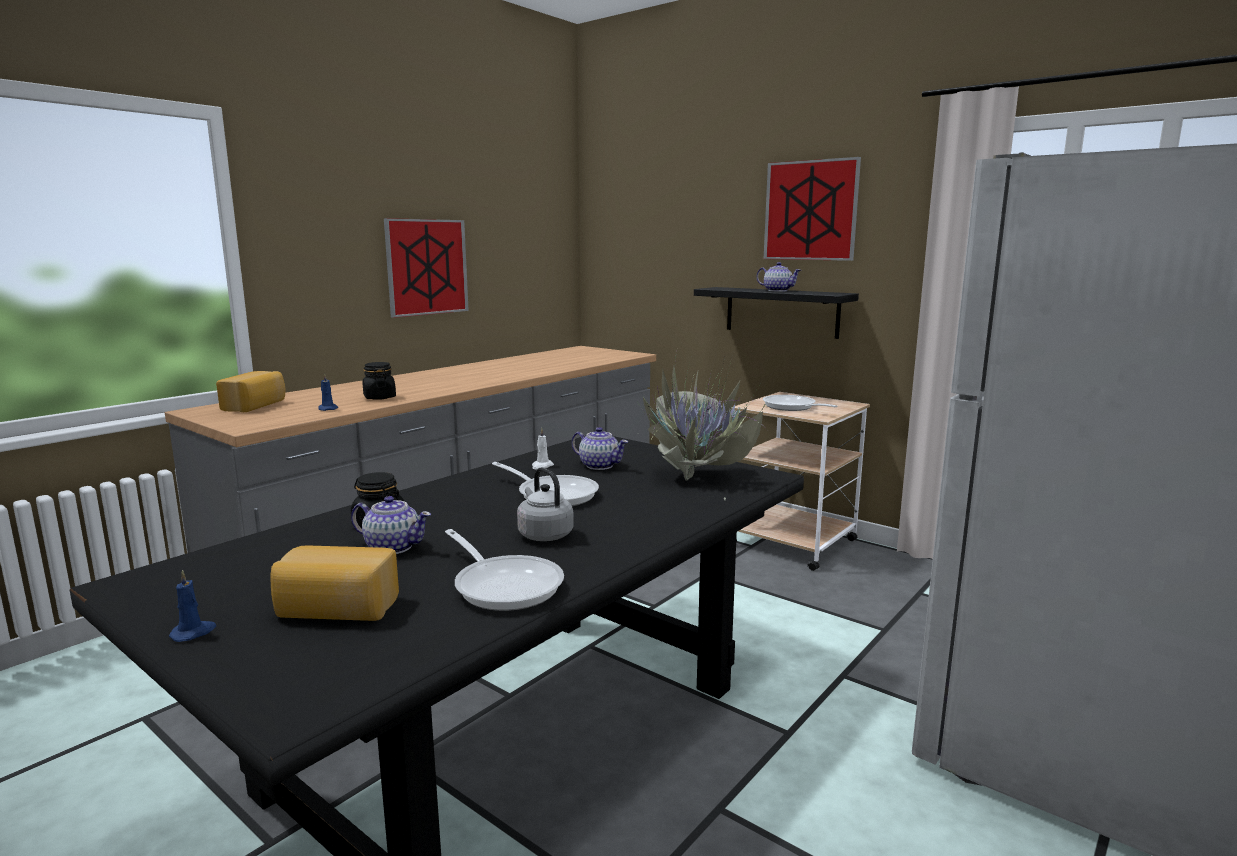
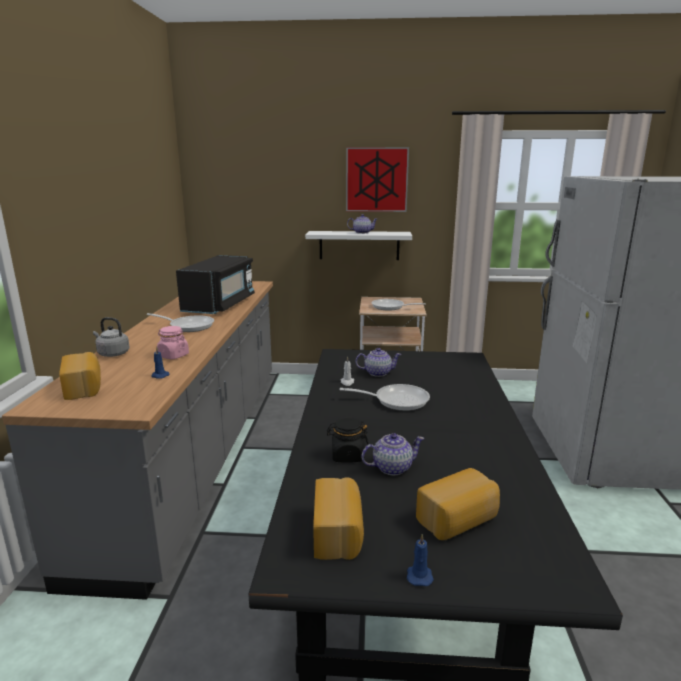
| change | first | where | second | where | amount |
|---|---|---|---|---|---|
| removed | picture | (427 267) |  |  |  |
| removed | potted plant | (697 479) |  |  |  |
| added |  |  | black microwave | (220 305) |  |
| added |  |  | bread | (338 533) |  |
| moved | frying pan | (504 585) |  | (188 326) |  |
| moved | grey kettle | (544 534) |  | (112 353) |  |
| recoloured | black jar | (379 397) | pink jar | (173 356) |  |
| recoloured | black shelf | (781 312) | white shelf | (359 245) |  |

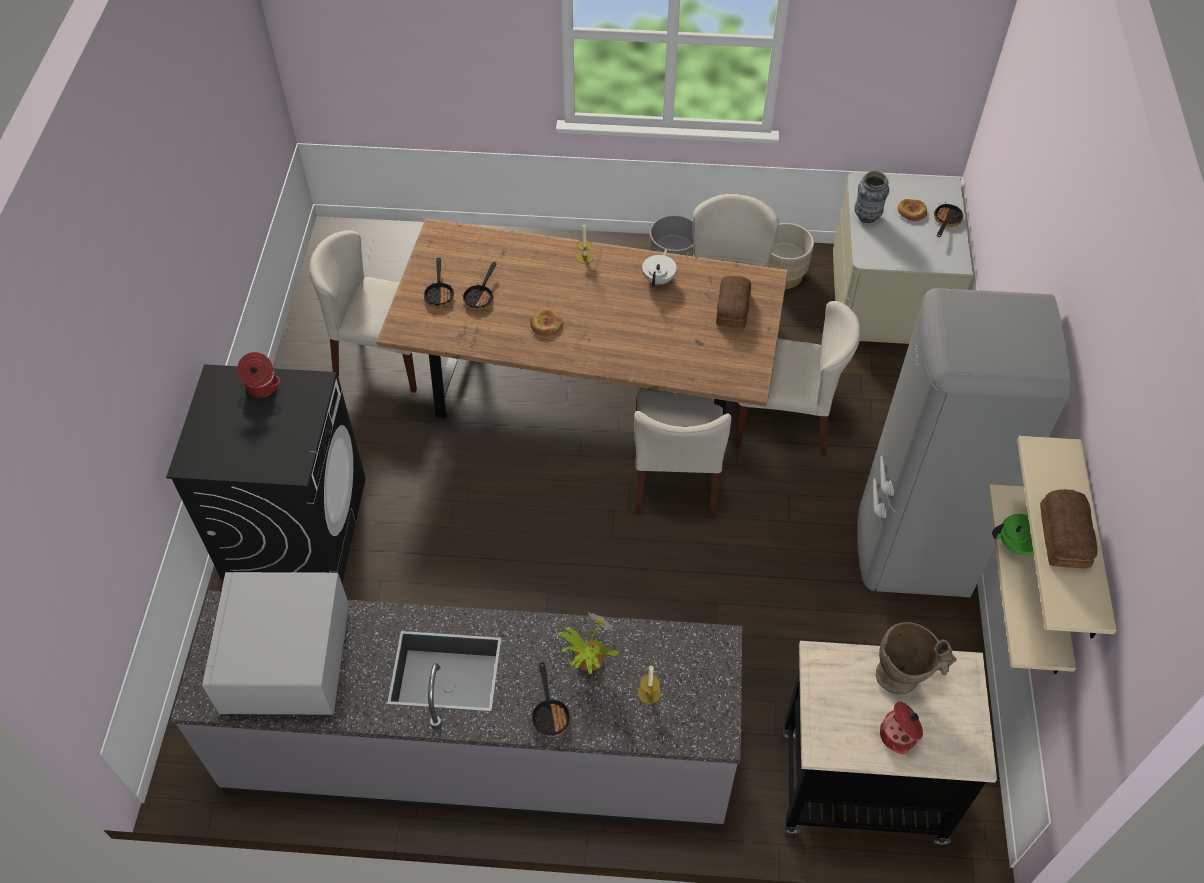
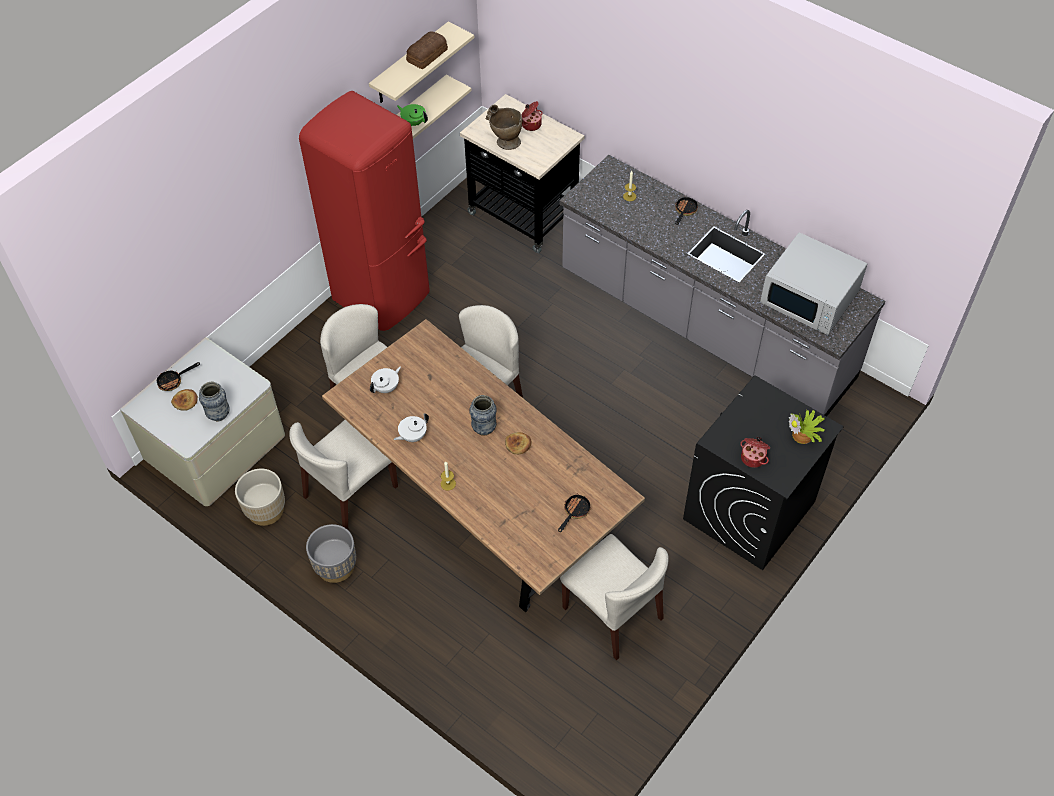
| change | first | where | second | where | amount |
|---|---|---|---|---|---|
| removed | frying pan | (481 296) |  |  |  |
| added |  |  | vase | (484 429) |  |
| moved | potted plant | (587 657) |  | (804 435) |  |
| replaced | bread | (731 309) | white teapot | (386 387) |  |
| recoloured | grey fridge | (909 549) | red fridge | (384 296) |  |
| turned | white microwave | (286 660) |  | (810 298) | 90 degrees clockwise |

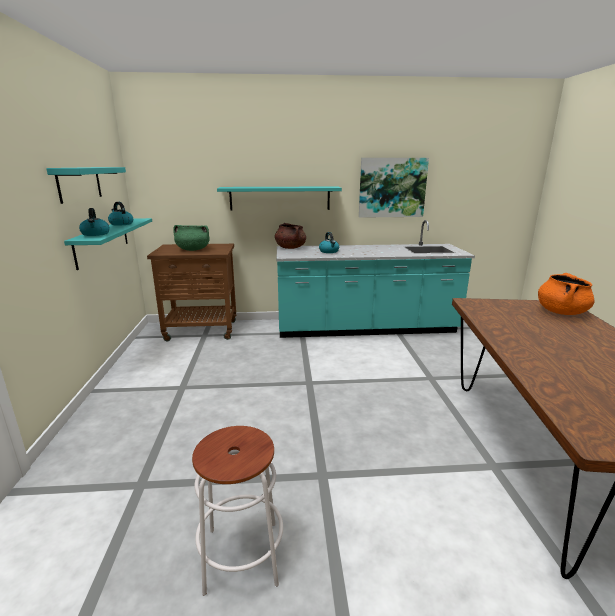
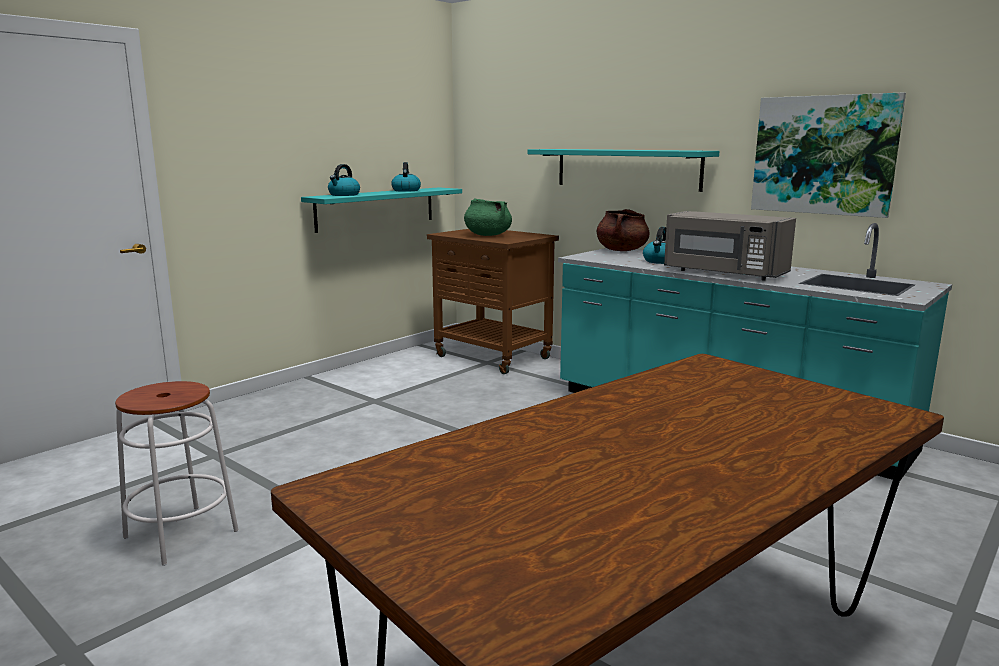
| change | first | where | second | where | amount |
|---|---|---|---|---|---|
| removed | turquoise shelf | (79 183) |  |  |  |
| removed | orange cooking pot | (561 312) |  |  |  |
| added |  |  | grey microwave | (723 273) |  |

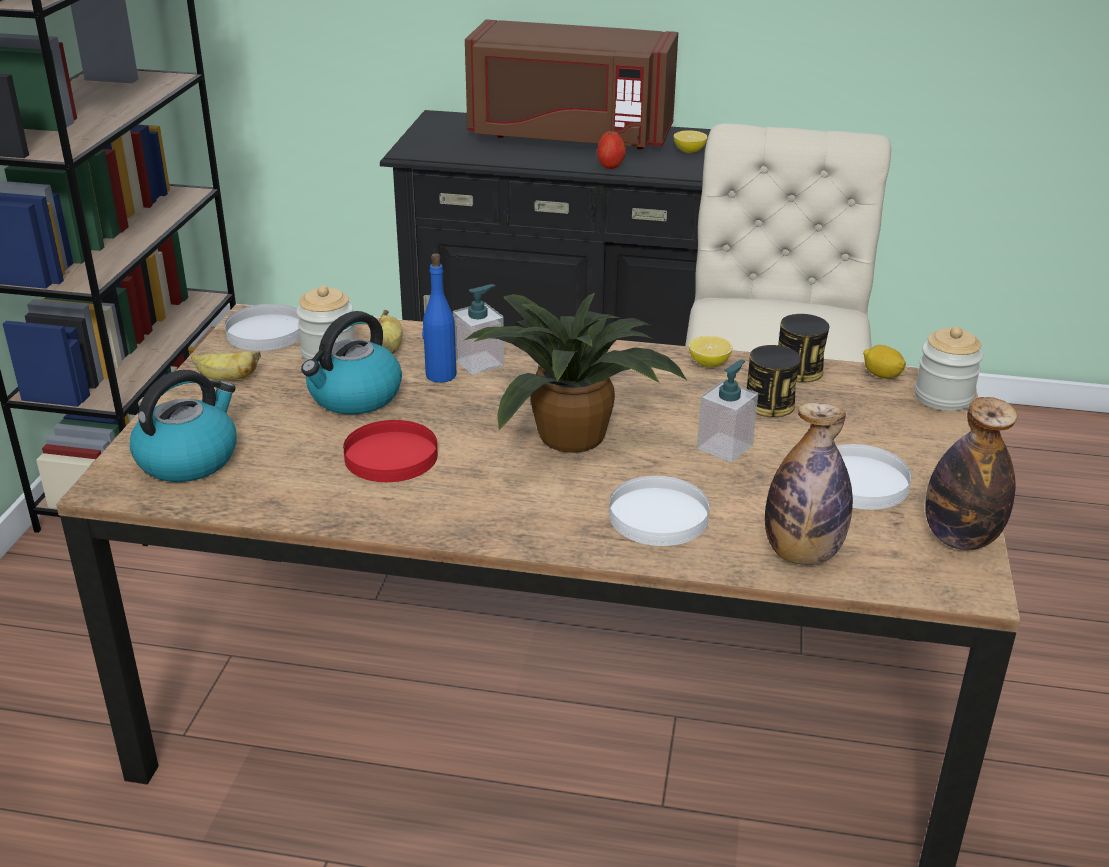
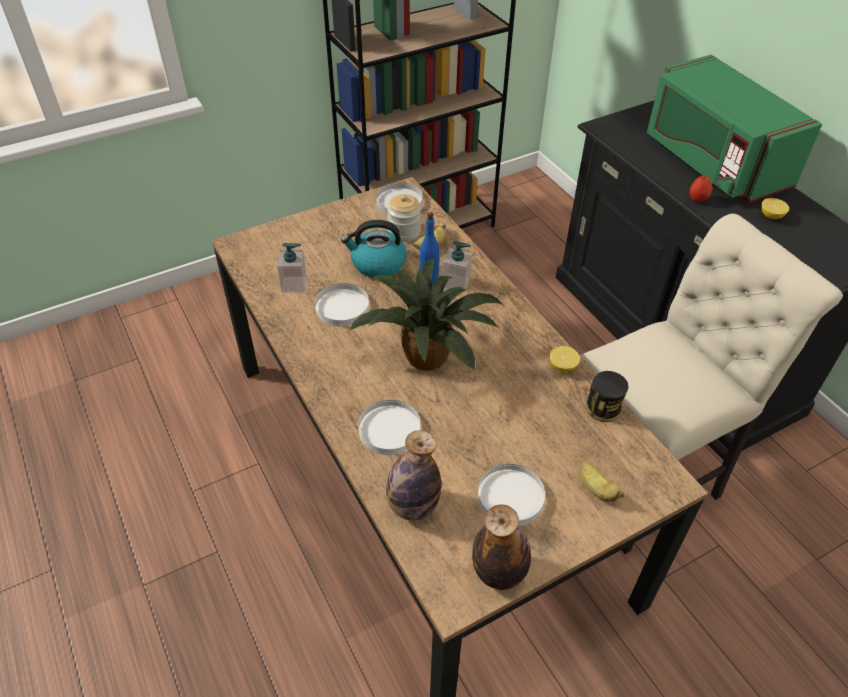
| change | first | where | second | where | amount |
|---|---|---|---|---|---|
| removed | kettle | (189 458) |  |  |  |
| removed | can | (769 404) |  |  |  |
| removed | lemon | (881 375) |  |  |  |
| removed | jar | (943 397) |  |  |  |
| moved | banana | (226 378) |  | (596 489) |  |
| moved | soap dispenser | (725 447) |  | (294 284) |  |
| recoloured | red plate | (392 456) | white plate | (342 307) |  |
| recoloured | brown microwave | (569 136) | green microwave | (713 162) |  |

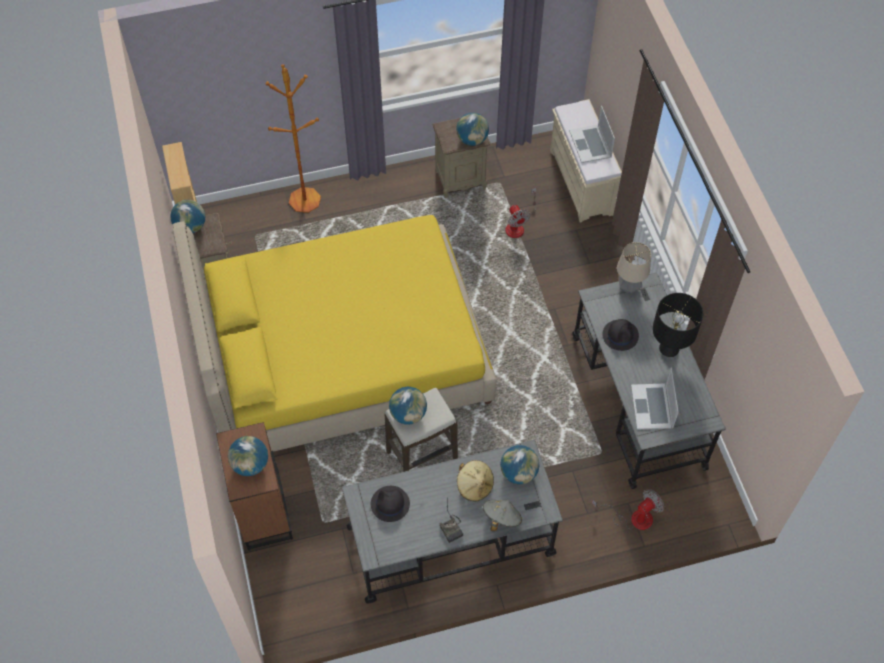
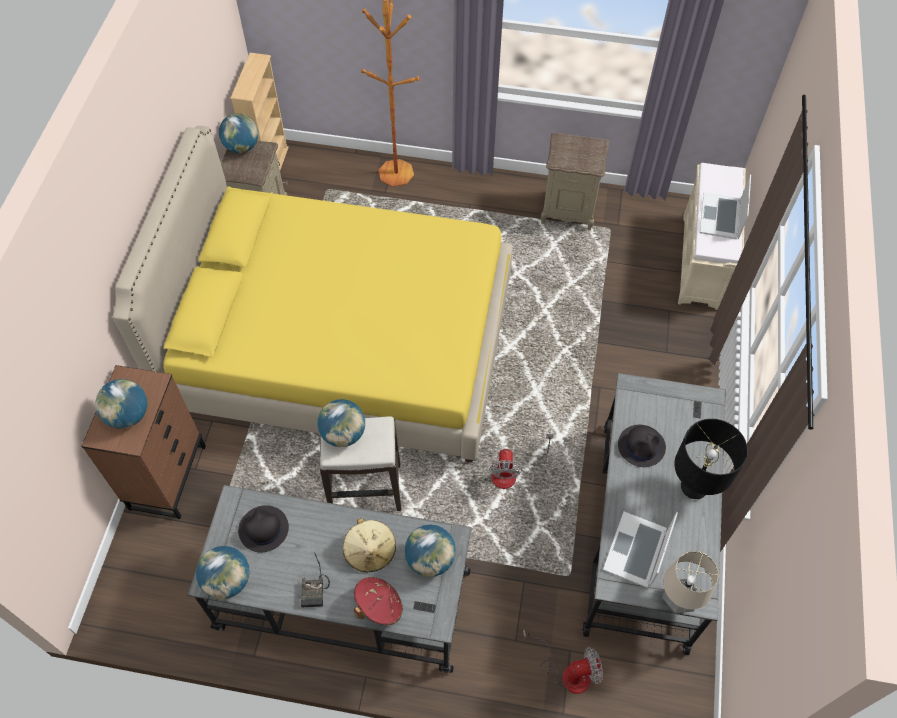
| change | first | where | second | where | amount |
|---|---|---|---|---|---|
| moved | globe | (472 140) |  | (228 581) |  |
| moved | fan | (518 225) |  | (511 472) |  |
| moved | table lamp | (629 287) |  | (678 600) |  |
| recoloured | grey hat | (501 518) | red hat | (379 606) |  |

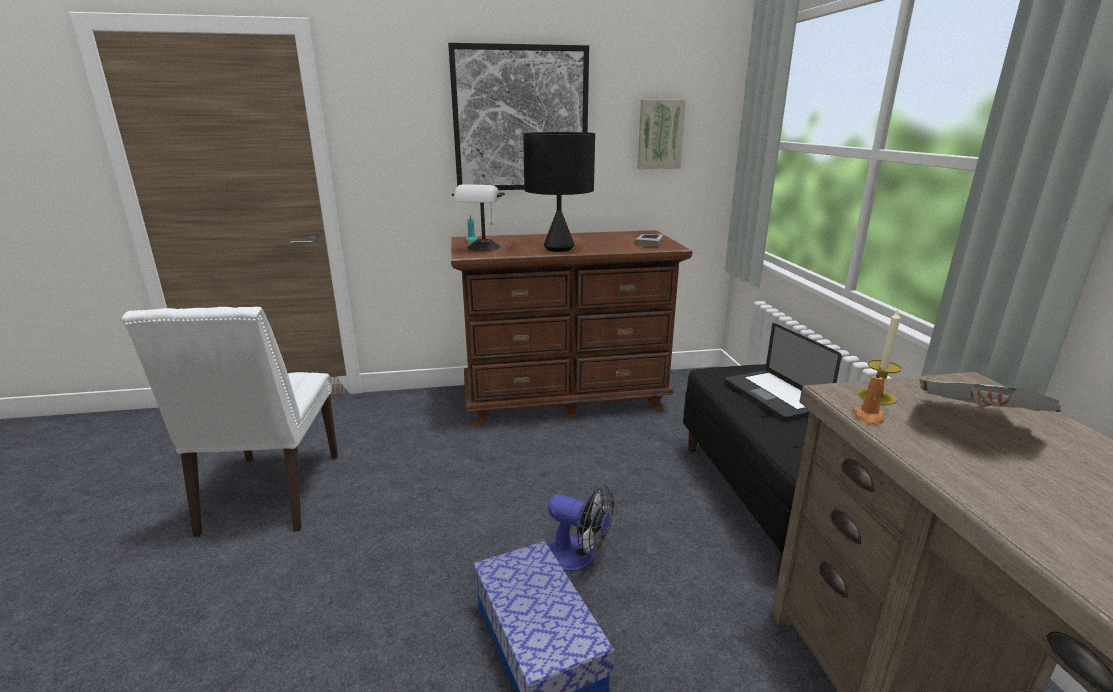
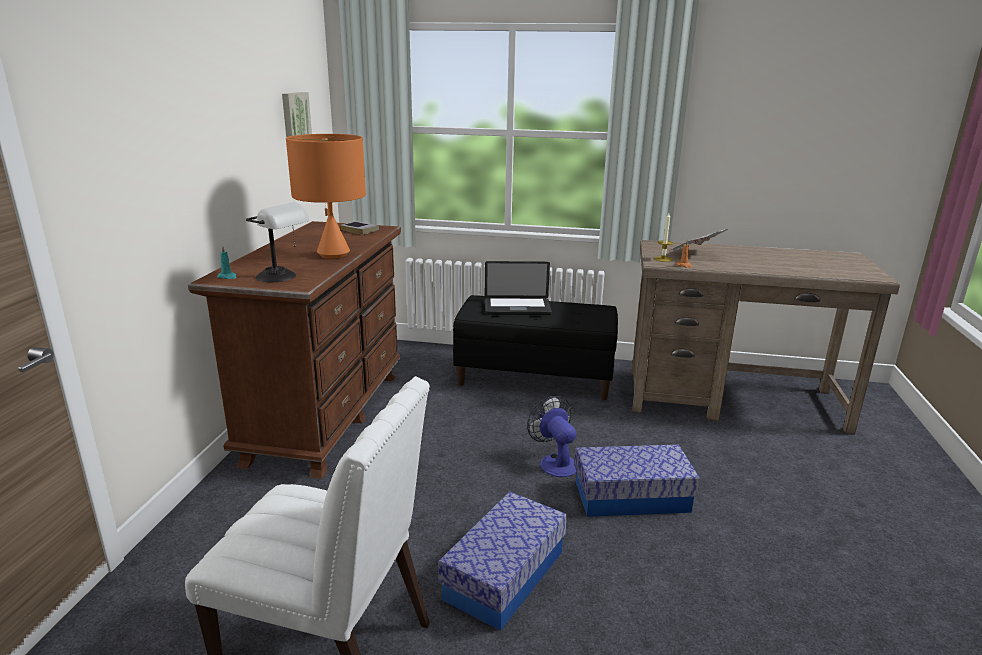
| change | first | where | second | where | amount |
|---|---|---|---|---|---|
| removed | picture | (521 120) |  |  |  |
| added |  |  | storage box | (504 575) |  |
| recoloured | black table lamp | (559 249) | orange table lamp | (334 255) |  |
| turned | fan | (578 557) |  | (555 462) | 75 degrees counterclockwise |

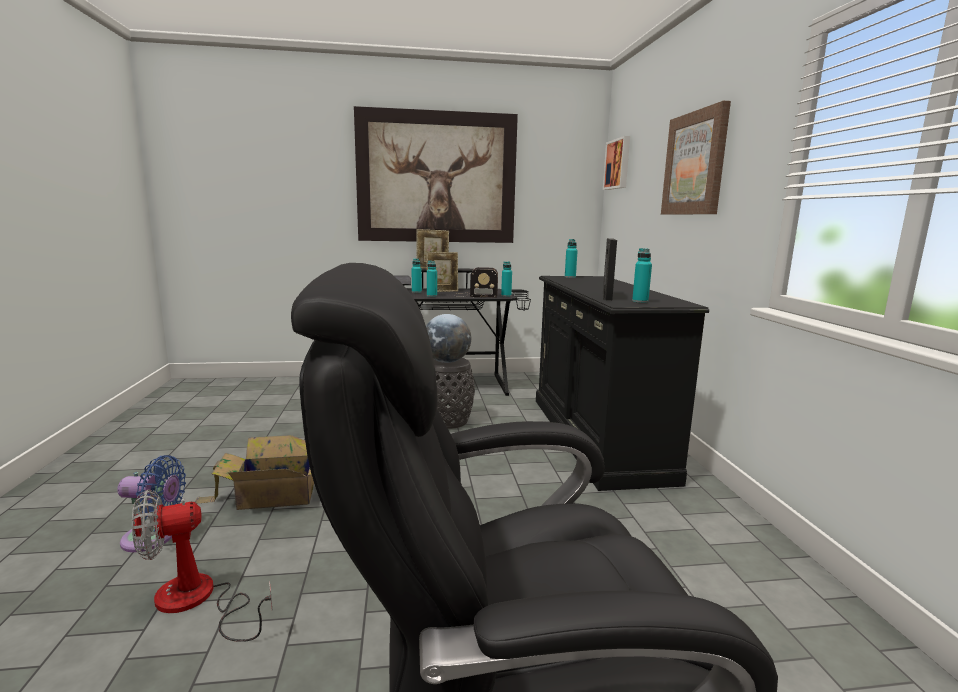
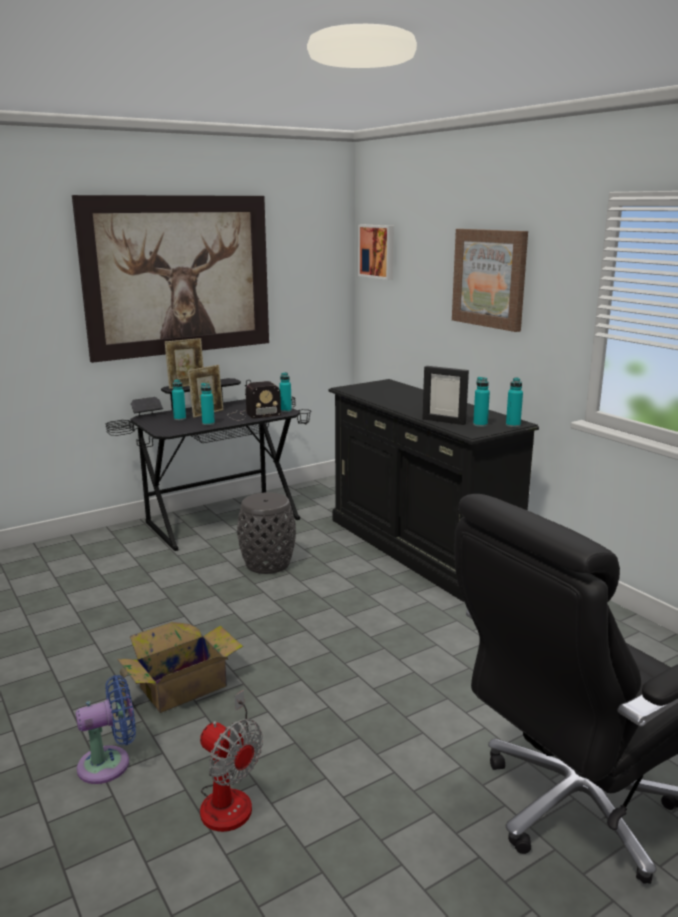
| change | first | where | second | where | amount |
|---|---|---|---|---|---|
| removed | globe | (447 361) |  |  |  |
| moved | turquoise bottle | (570 277) |  | (513 425) |  |
| turned | fan | (198 601) |  | (230 796) | 90 degrees counterclockwise |
| turned | picture frame | (606 296) |  | (444 421) | 135 degrees clockwise |

